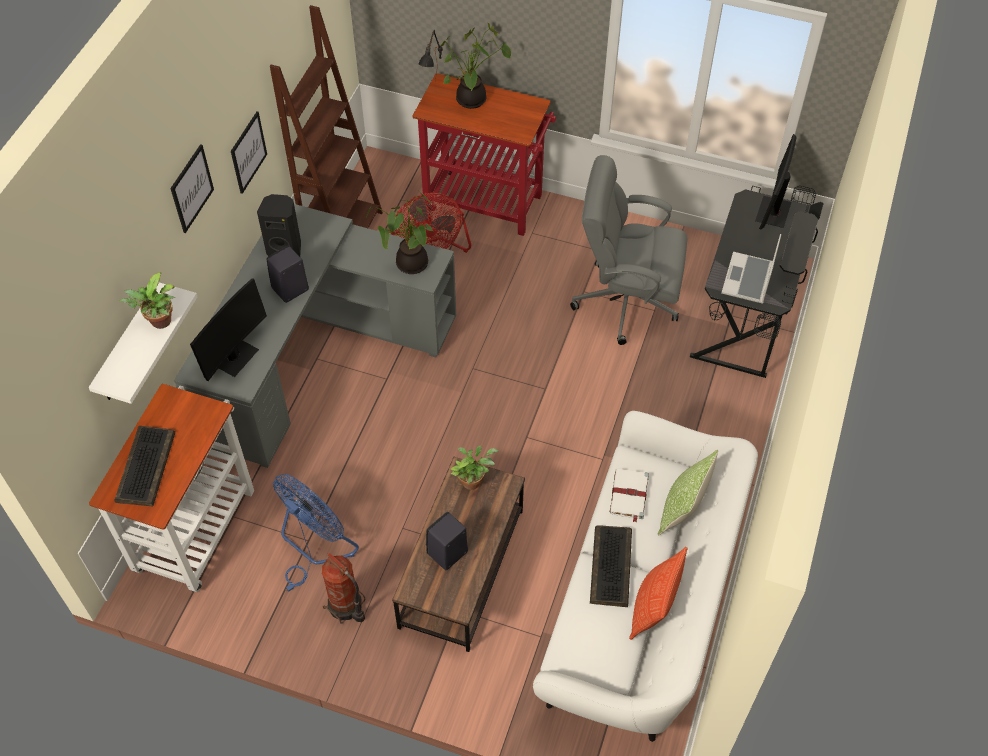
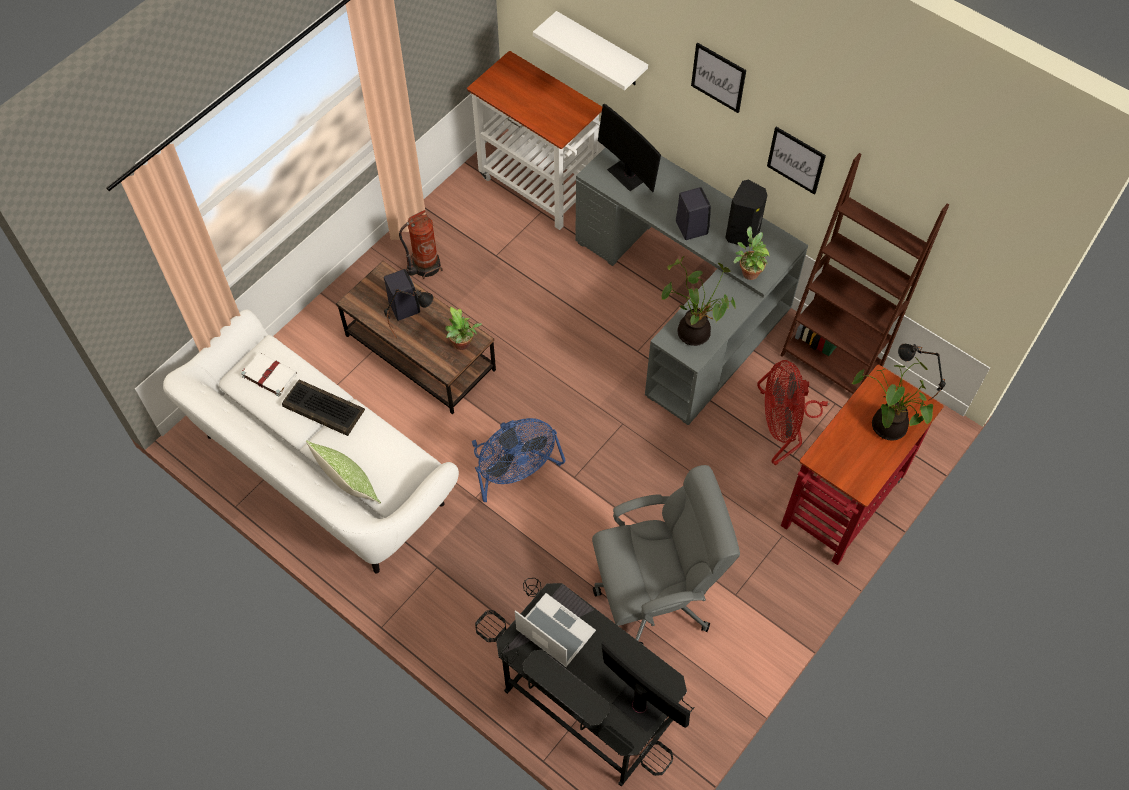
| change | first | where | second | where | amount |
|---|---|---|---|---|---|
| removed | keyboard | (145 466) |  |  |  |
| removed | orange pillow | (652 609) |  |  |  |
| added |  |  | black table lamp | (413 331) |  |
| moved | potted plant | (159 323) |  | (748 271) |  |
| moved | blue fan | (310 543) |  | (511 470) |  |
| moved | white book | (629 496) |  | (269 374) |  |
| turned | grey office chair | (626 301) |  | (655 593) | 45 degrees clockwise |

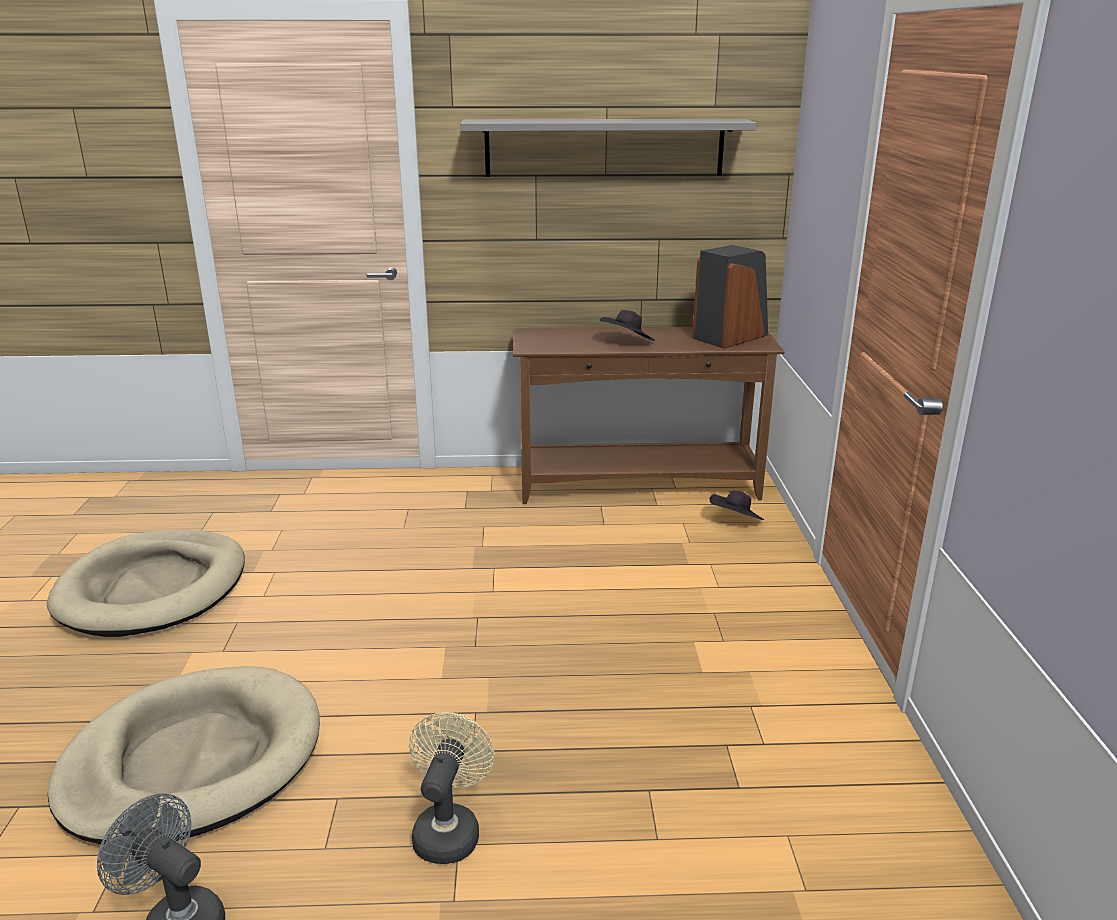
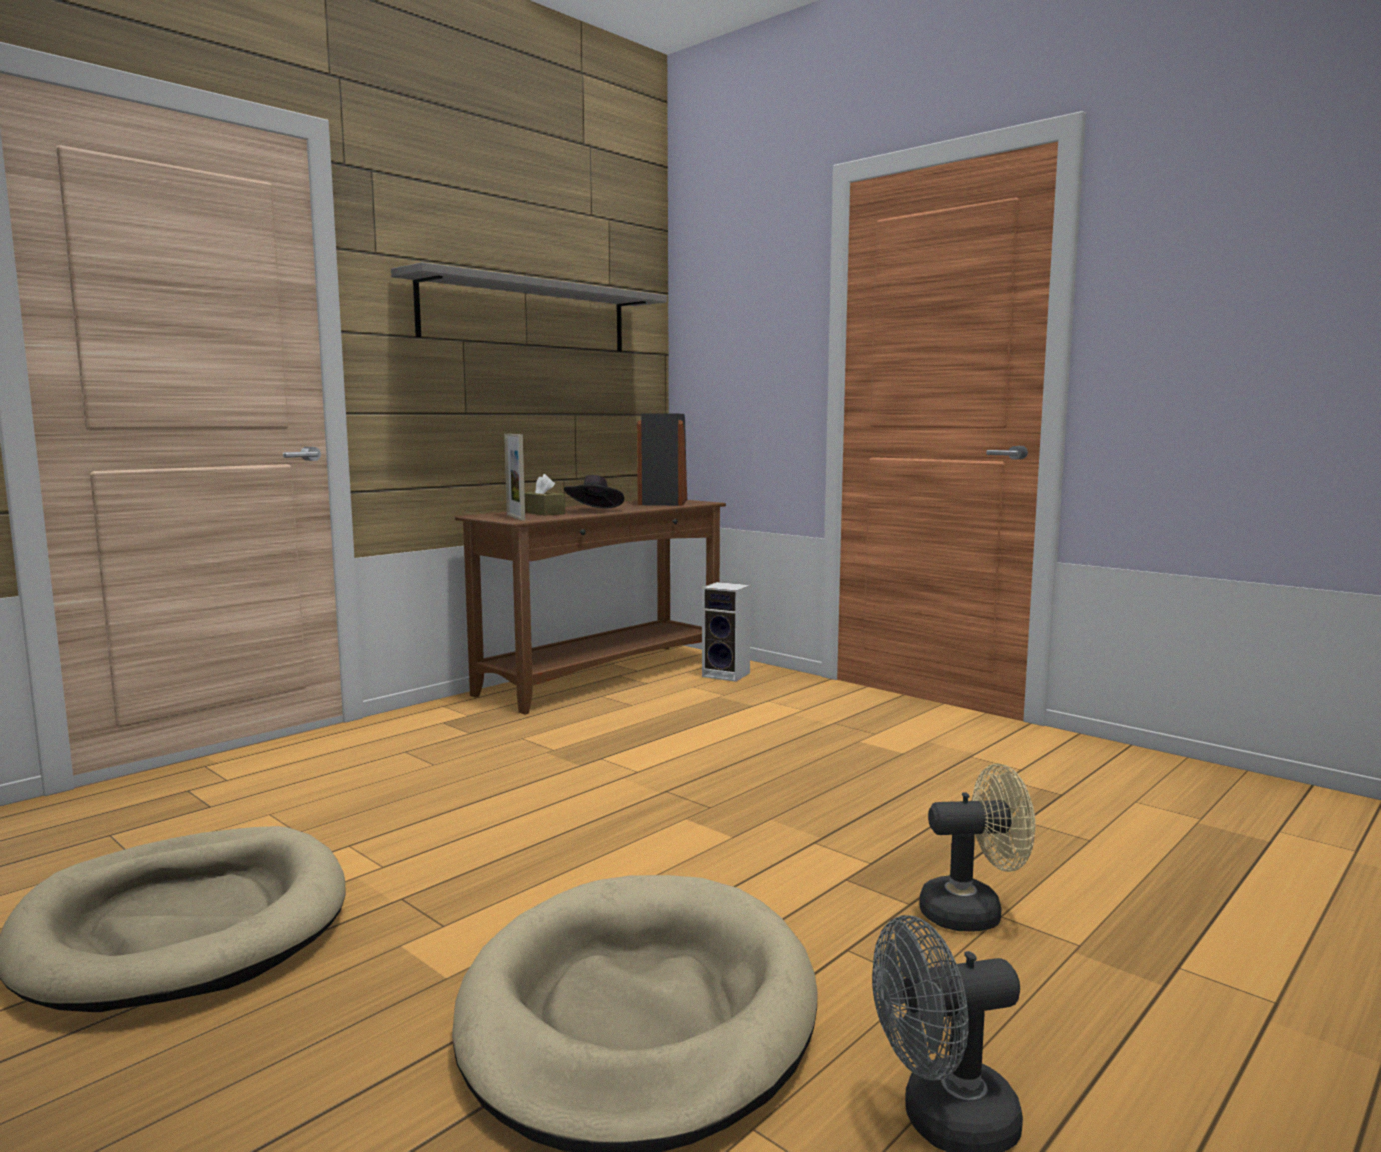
| change | first | where | second | where | amount |
|---|---|---|---|---|---|
| added |  |  | picture frame | (515 517) |  |
| added |  |  | brown tissue box | (543 513) |  |
| replaced | black hat | (735 521) | speaker | (728 675) |  |
| turned | beige fan | (449 829) |  | (973 912) | 120 degrees clockwise |

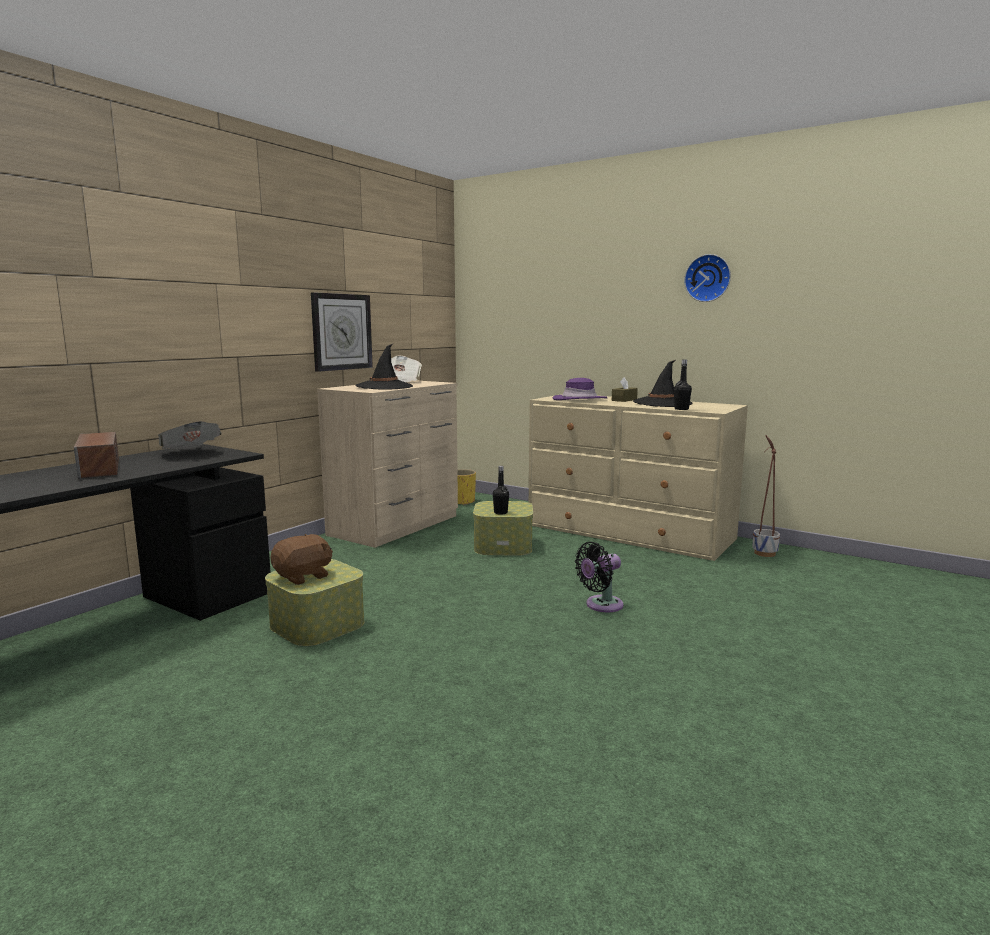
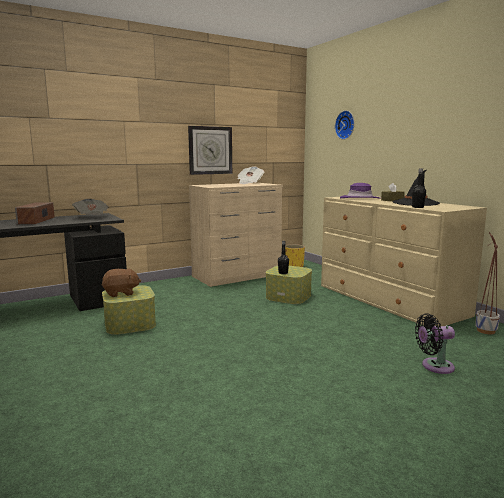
| change | first | where | second | where | amount |
|---|---|---|---|---|---|
| removed | black hat | (384 386) |  |  |  |
| moved | black fan | (601 605) |  | (434 366) |  |
| moved | wall clock | (708 278) |  | (346 125) |  |

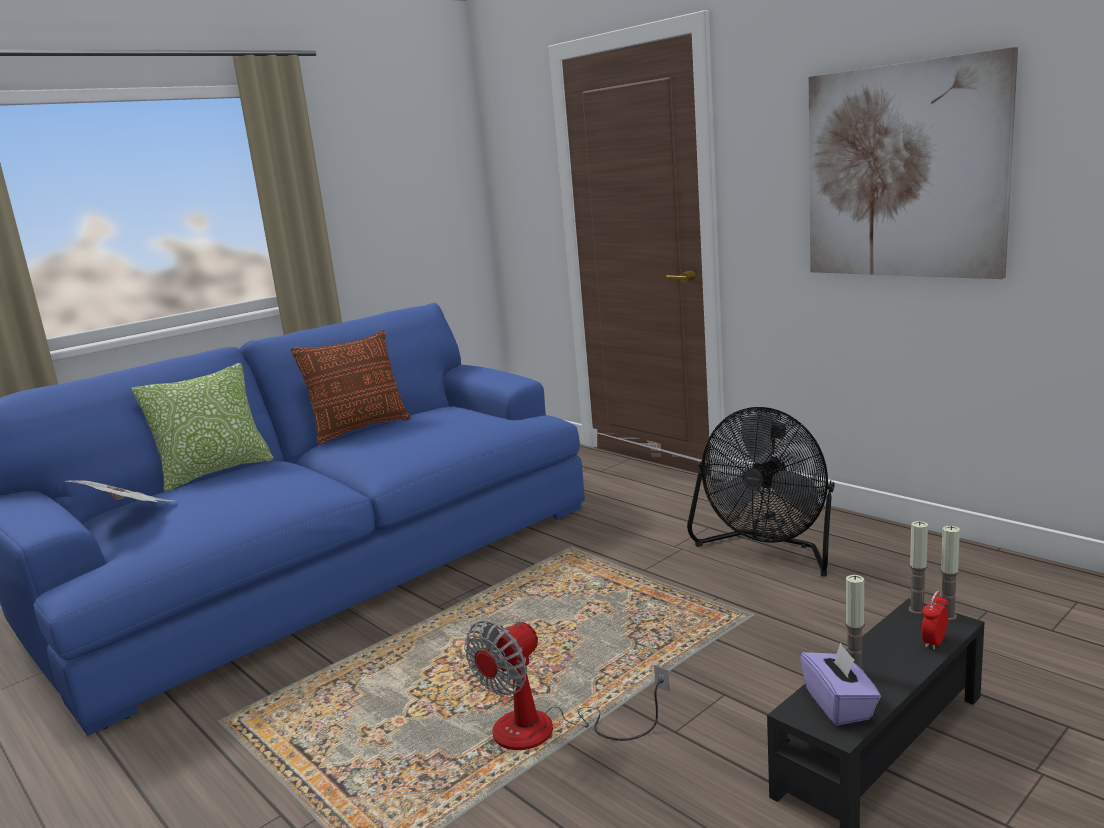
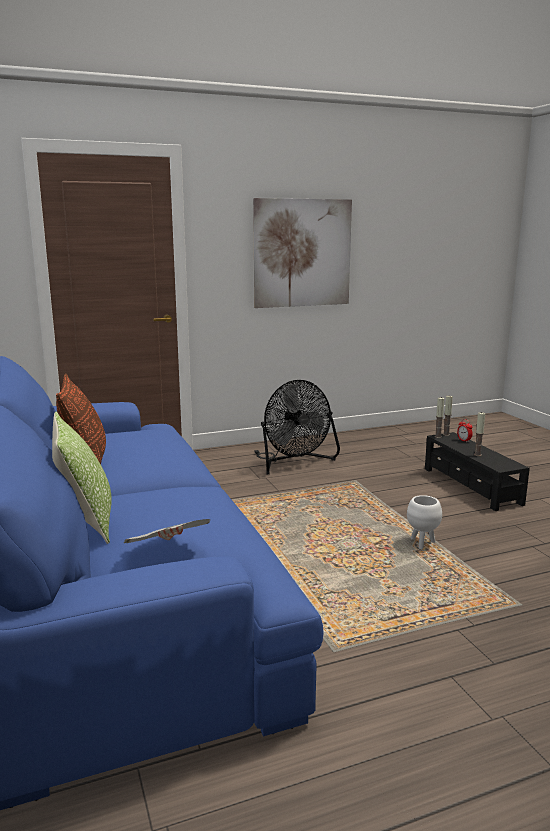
| change | first | where | second | where | amount |
|---|---|---|---|---|---|
| removed | purple tissue box | (839 705) |  |  |  |
| replaced | fan | (547 731) | white planter | (422 543) |  |

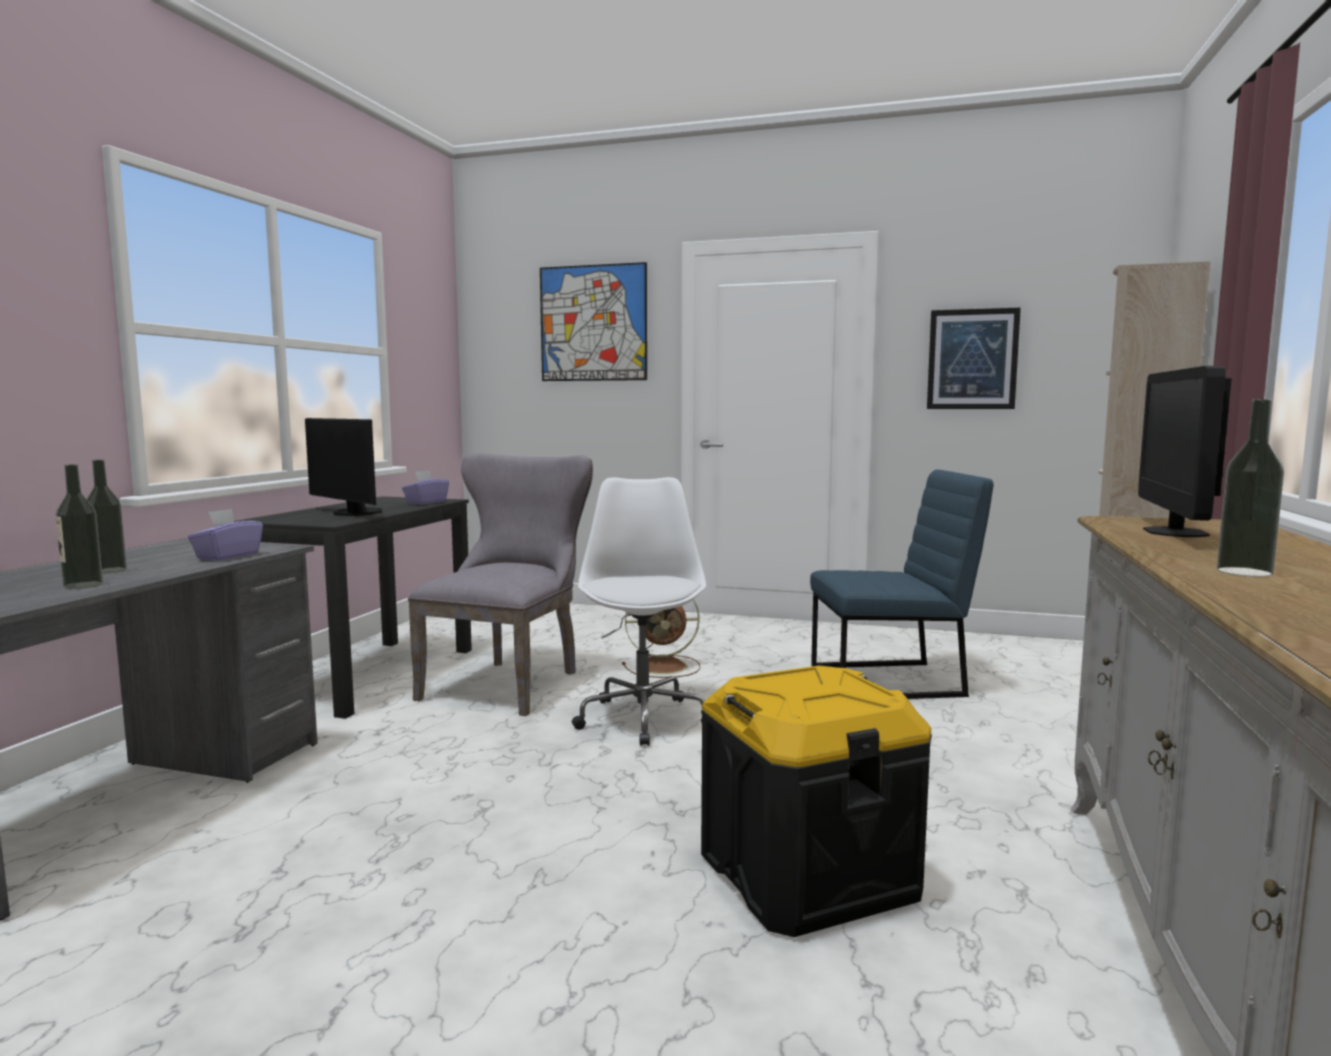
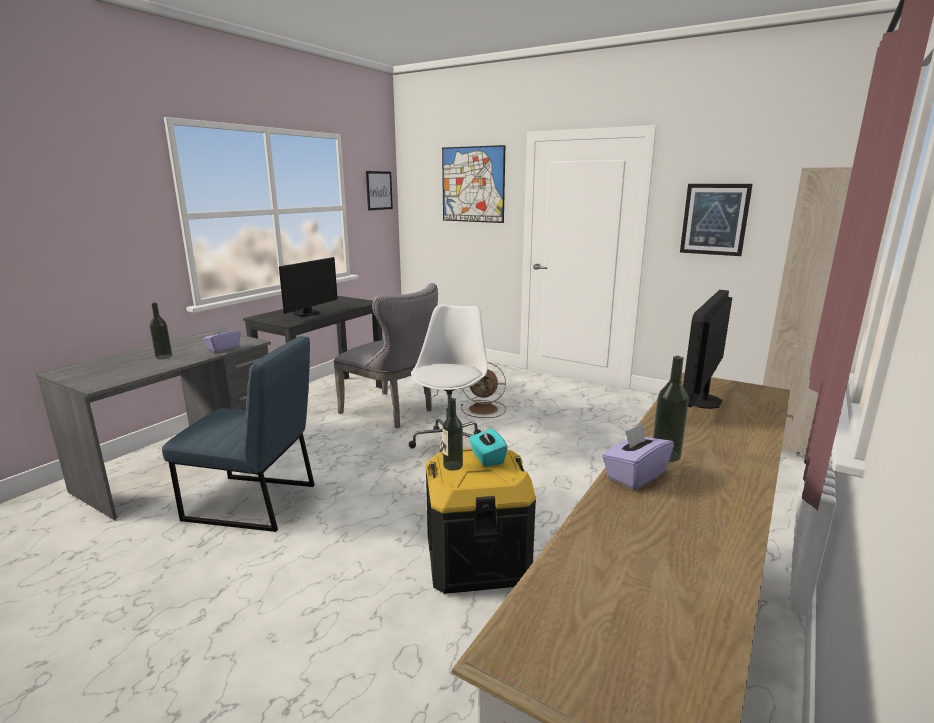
| change | first | where | second | where | amount |
|---|---|---|---|---|---|
| added |  |  | picture | (379 190) |  |
| added |  |  | turquoise tissue box | (487 458) |  |
| moved | bottle | (83 585) |  | (453 465) |  |
| moved | purple tissue box | (426 502) |  | (634 475) |  |
| moved | blue chair | (891 681) |  | (254 503) |  |
| turned | monitor | (352 513) |  | (308 313) | 120 degrees counterclockwise |
| turned | grey chair | (509 683) |  | (392 411) | 90 degrees clockwise |

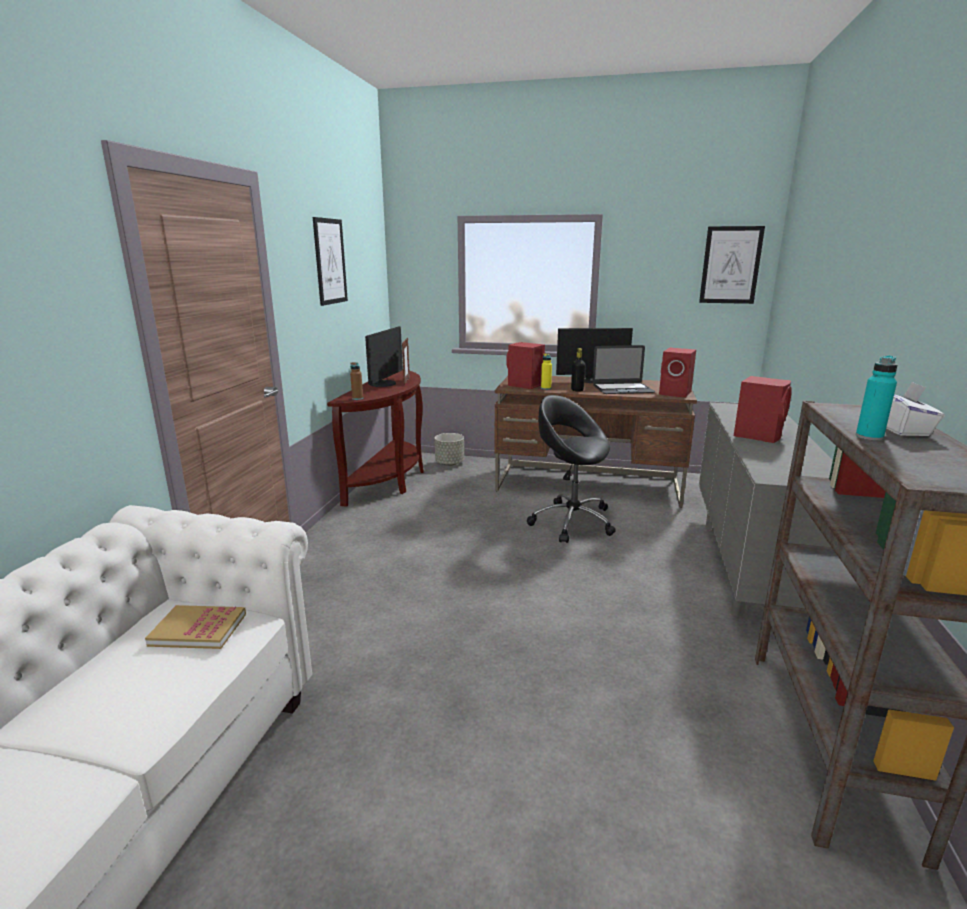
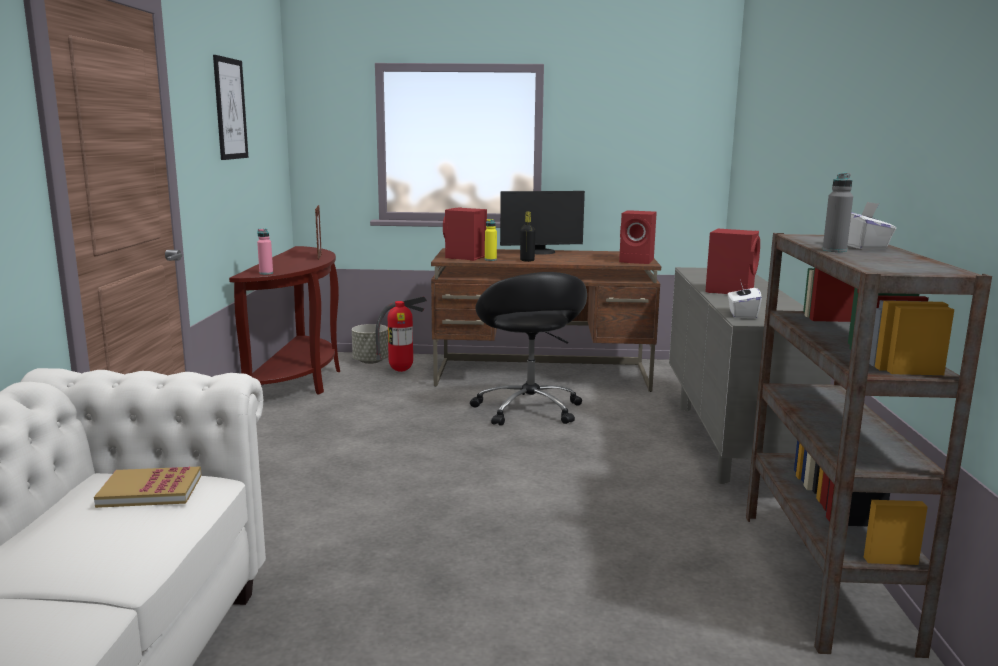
| change | first | where | second | where | amount |
|---|---|---|---|---|---|
| removed | monitor | (384 384) |  |  |  |
| removed | laptop | (623 389) |  |  |  |
| removed | picture | (730 265) |  |  |  |
| added |  |  | fire extinguisher | (401 370) |  |
| added |  |  | white tissue box | (742 314) |  |
| recoloured | brown bottle | (357 398) | pink bottle | (266 273) |  |
| recoloured | turquoise bottle | (869 437) | grey bottle | (834 250) |  |
| turned | black office chair | (570 521) |  | (529 411) | 120 degrees counterclockwise |

